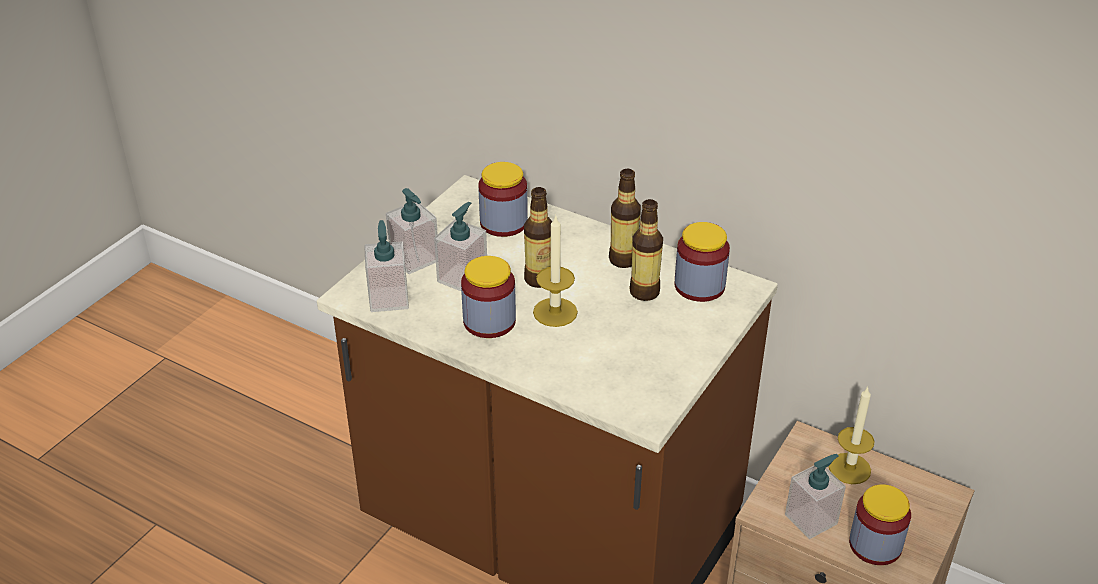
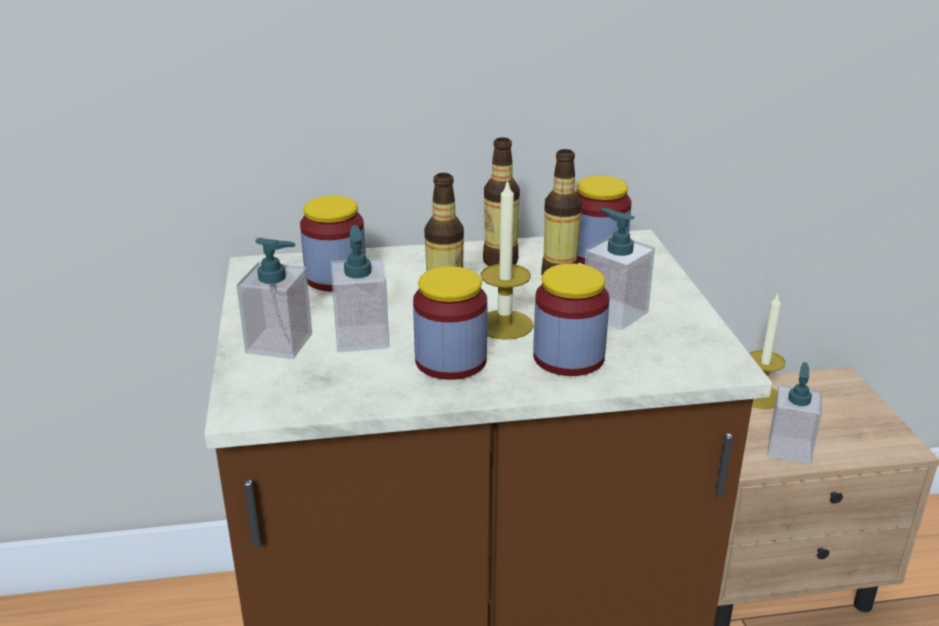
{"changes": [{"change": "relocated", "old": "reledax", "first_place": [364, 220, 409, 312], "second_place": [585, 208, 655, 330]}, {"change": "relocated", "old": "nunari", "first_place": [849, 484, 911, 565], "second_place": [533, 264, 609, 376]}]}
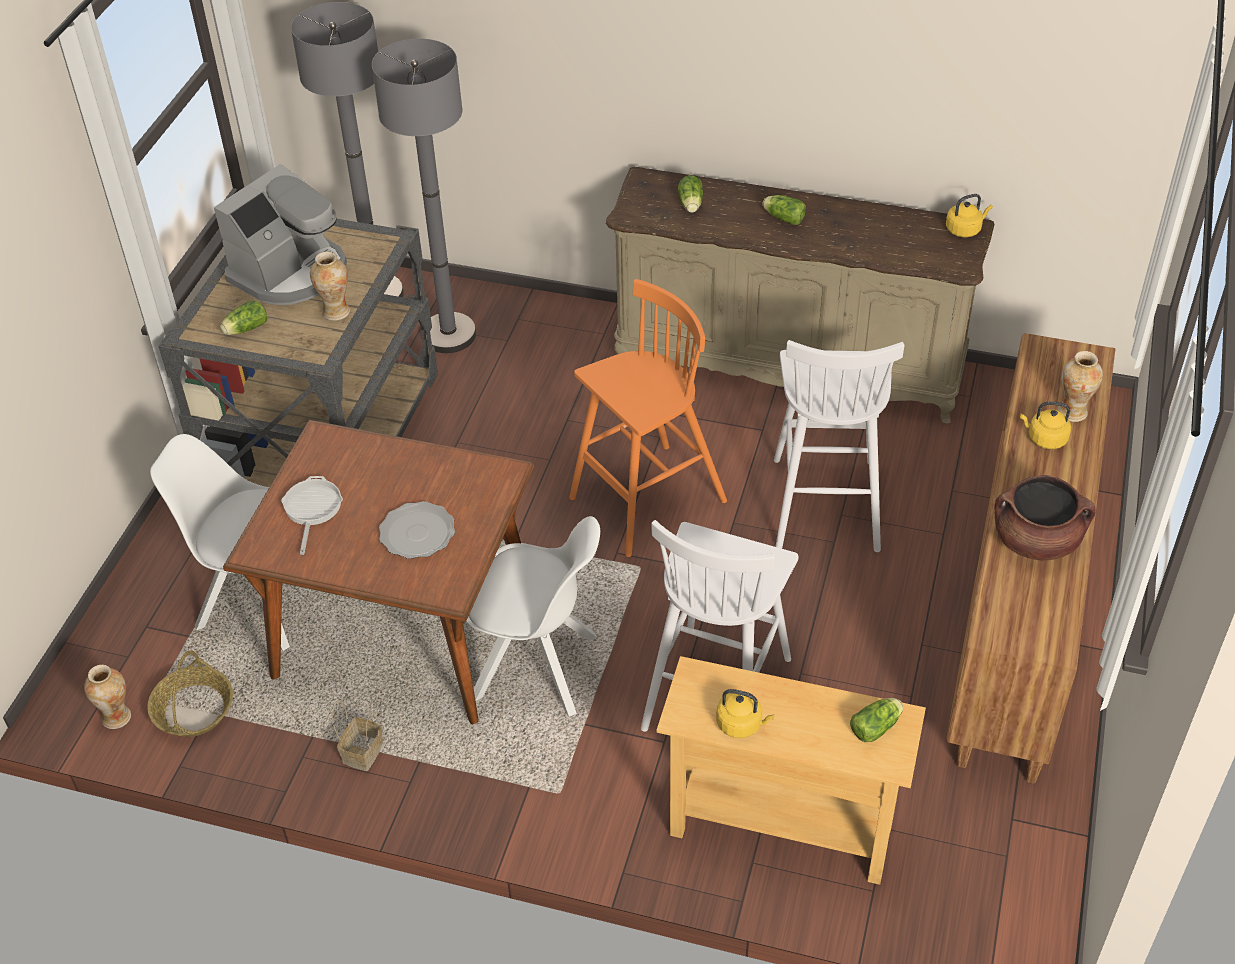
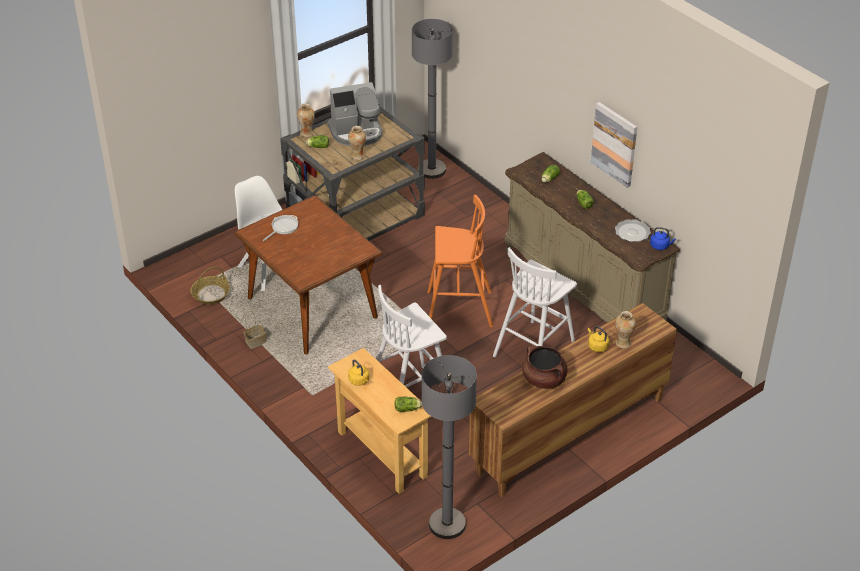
{"changes": [{"change": "relocated", "old": "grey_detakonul", "first_place": [372, 39, 476, 353], "second_place": [422, 355, 477, 539]}, {"change": "colour", "old": "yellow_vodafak", "new": "blue_vodafak", "first_place": [946, 194, 993, 237], "second_place": [650, 227, 676, 250]}, {"change": "relocated", "old": "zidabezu", "first_place": [379, 501, 455, 559], "second_place": [615, 219, 651, 242]}, {"change": "missing", "old": "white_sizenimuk", "first_place": [466, 516, 600, 716]}, {"change": "relocated", "old": "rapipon", "first_place": [84, 665, 131, 729], "second_place": [297, 103, 315, 137]}, {"change": "appeared", "new": "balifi", "second_place": [591, 102, 637, 188]}]}
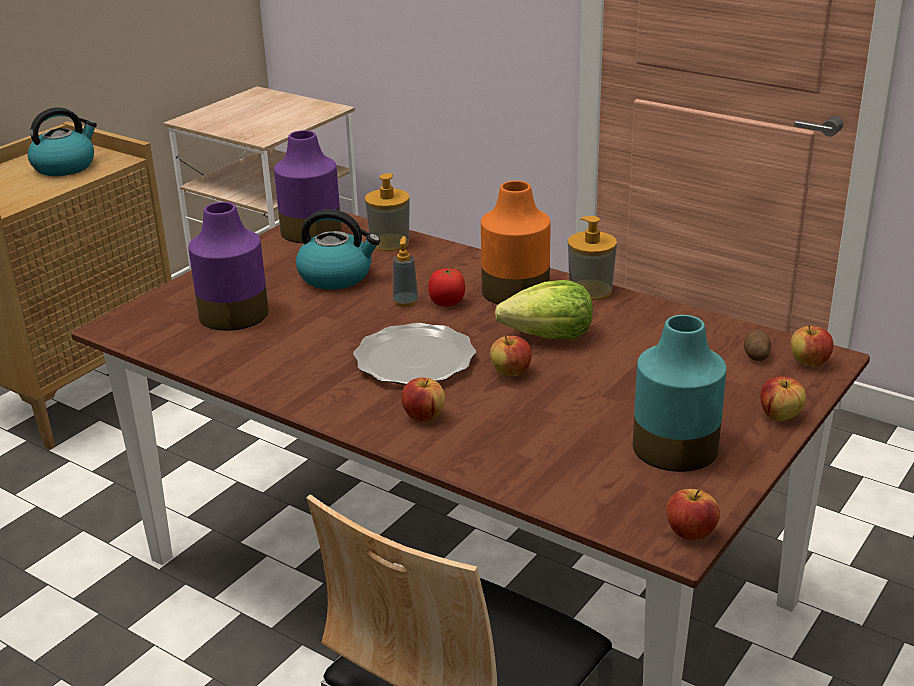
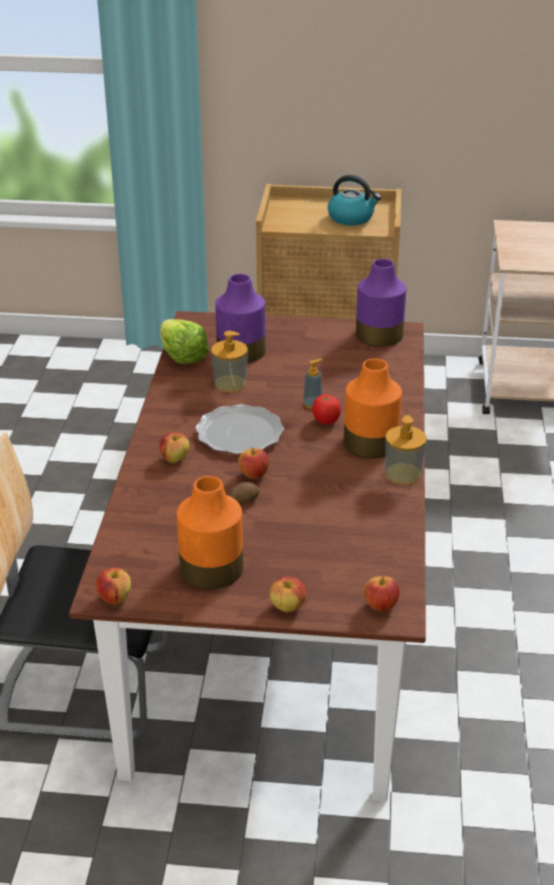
{"changes": [{"change": "relocated", "old": "reledax", "first_place": [365, 173, 410, 251], "second_place": [211, 331, 248, 393]}, {"change": "missing", "old": "vodafak", "first_place": [296, 209, 380, 290]}, {"change": "relocated", "old": "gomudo", "first_place": [495, 280, 593, 340], "second_place": [160, 319, 209, 364]}, {"change": "colour", "old": "turquoise_rapipon", "new": "orange_rapipon", "first_place": [632, 315, 727, 472], "second_place": [177, 476, 243, 589]}, {"change": "relocated", "old": "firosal", "first_place": [744, 330, 771, 361], "second_place": [229, 482, 260, 504]}]}
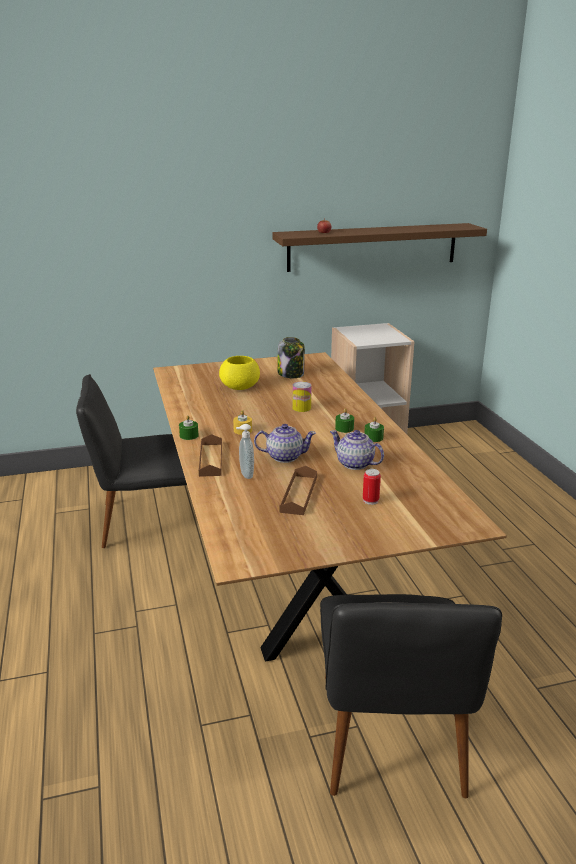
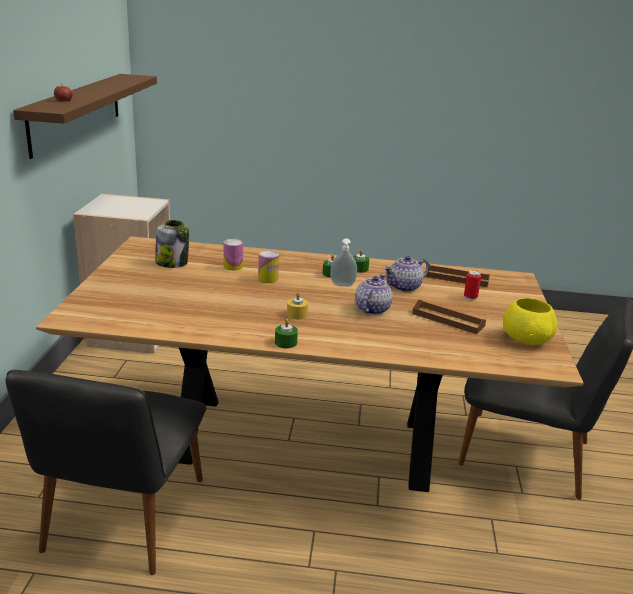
{"changes": [{"change": "relocated", "old": "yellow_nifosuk", "first_place": [219, 356, 260, 390], "second_place": [503, 298, 557, 345]}, {"change": "relocated", "old": "reledax", "first_place": [236, 424, 254, 479], "second_place": [330, 239, 357, 287]}, {"change": "relocated", "old": "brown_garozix", "first_place": [199, 434, 222, 477], "second_place": [426, 264, 490, 287]}, {"change": "appeared", "new": "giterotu", "second_place": [224, 239, 243, 270]}]}
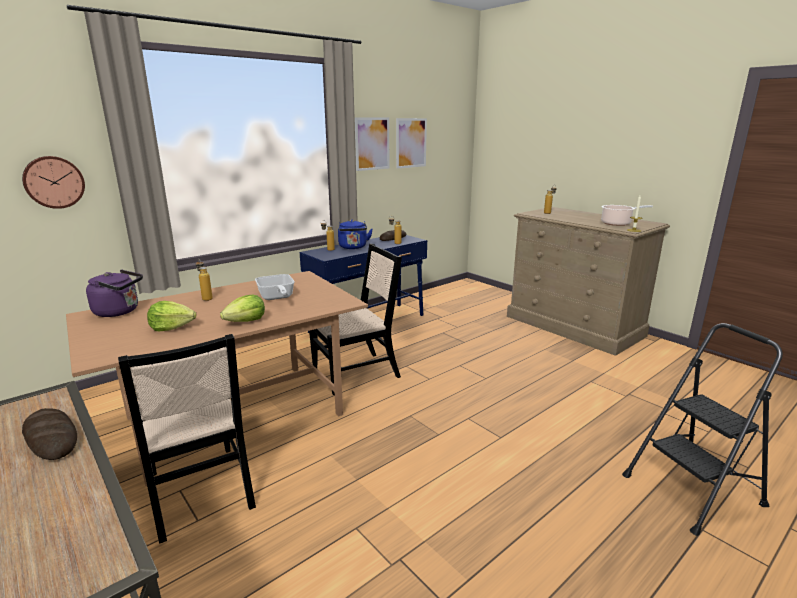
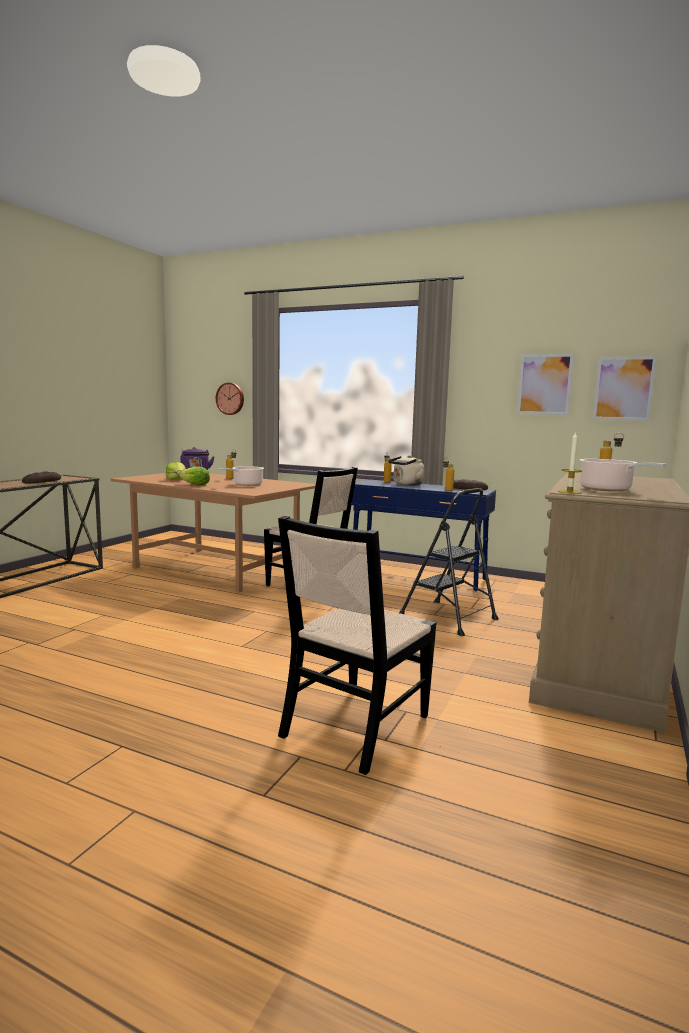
{"changes": [{"change": "relocated", "old": "balifi", "first_place": [355, 117, 389, 171], "second_place": [593, 356, 657, 421]}, {"change": "colour", "old": "blue_vodafak", "new": "beige_vodafak", "first_place": [338, 220, 373, 249], "second_place": [388, 455, 424, 486]}, {"change": "exchanged", "old": "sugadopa", "new": "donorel", "first_place": [255, 274, 295, 300], "second_place": [219, 466, 264, 486]}, {"change": "relocated", "old": "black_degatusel", "first_place": [622, 323, 783, 536], "second_place": [399, 488, 499, 636]}, {"change": "relocated", "old": "sizenimuk", "first_place": [118, 334, 256, 544], "second_place": [278, 516, 436, 775]}]}
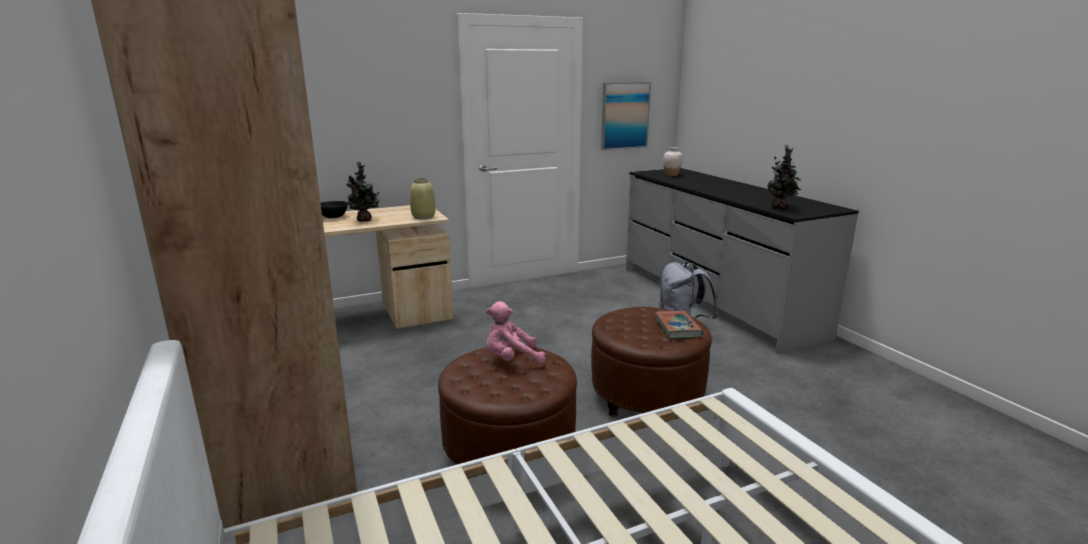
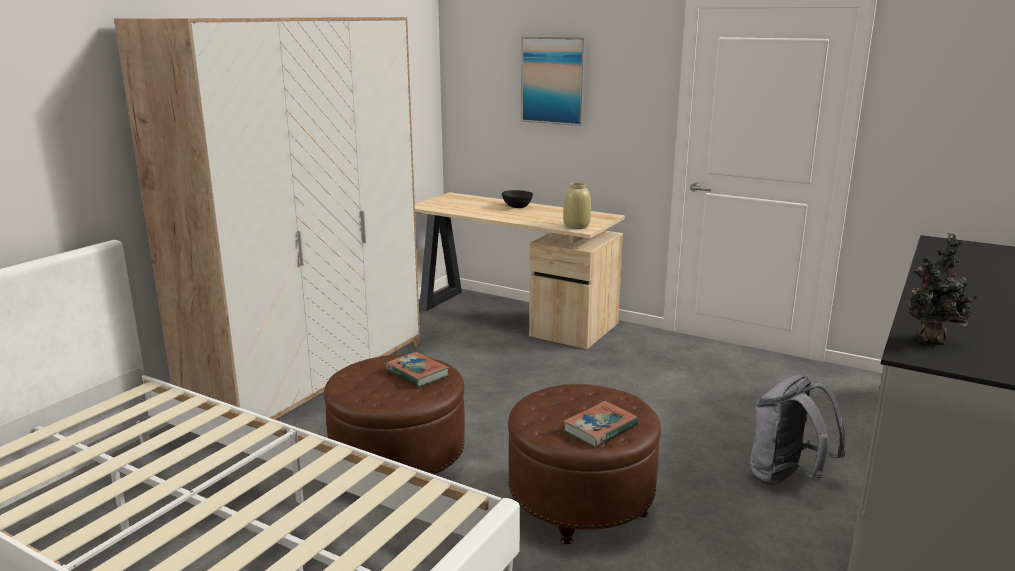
{"changes": [{"change": "relocated", "old": "balifi", "first_place": [601, 82, 651, 150], "second_place": [521, 36, 586, 126]}, {"change": "missing", "old": "white_rapipon", "first_place": [663, 147, 683, 176]}, {"change": "missing", "old": "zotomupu", "first_place": [346, 162, 380, 222]}, {"change": "exchanged", "old": "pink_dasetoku", "new": "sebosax", "first_place": [486, 301, 545, 364], "second_place": [386, 352, 449, 387]}]}
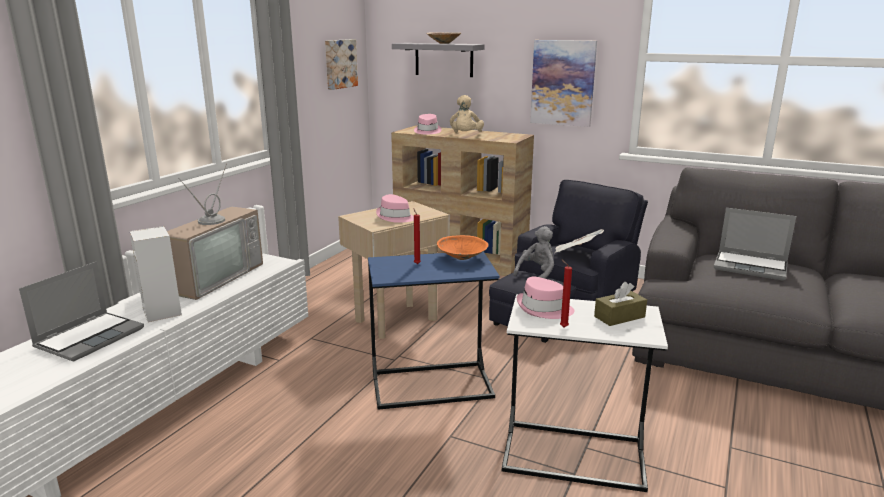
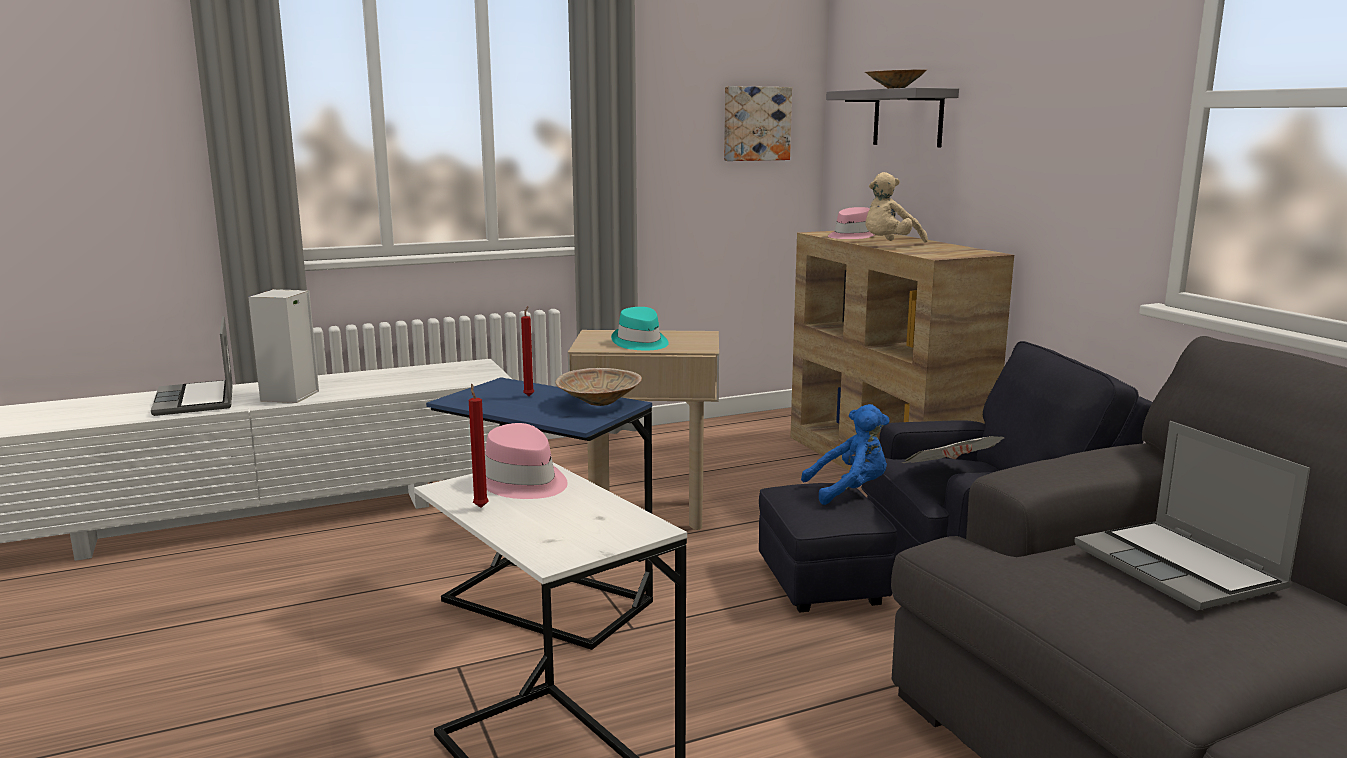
{"changes": [{"change": "missing", "old": "balifi", "first_place": [530, 40, 597, 127]}, {"change": "missing", "old": "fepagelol", "first_place": [167, 164, 263, 300]}, {"change": "colour", "old": "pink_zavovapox", "new": "turquoise_zavovapox", "first_place": [376, 194, 414, 223], "second_place": [611, 307, 669, 350]}, {"change": "colour", "old": "grey_dasetoku", "new": "blue_dasetoku", "first_place": [513, 226, 554, 279], "second_place": [801, 404, 890, 505]}, {"change": "colour", "old": "orange_nifosuk", "new": "beige_nifosuk", "first_place": [437, 235, 489, 260], "second_place": [555, 368, 642, 406]}, {"change": "spun", "old": "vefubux", "first_place": [19, 261, 144, 361], "second_place": [151, 316, 233, 416], "degrees": 90}, {"change": "missing", "old": "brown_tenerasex", "first_place": [594, 282, 647, 326]}]}
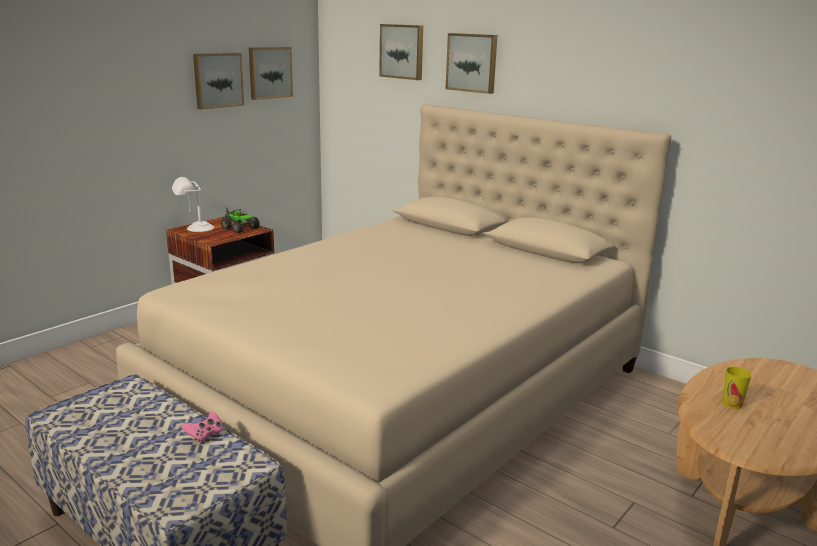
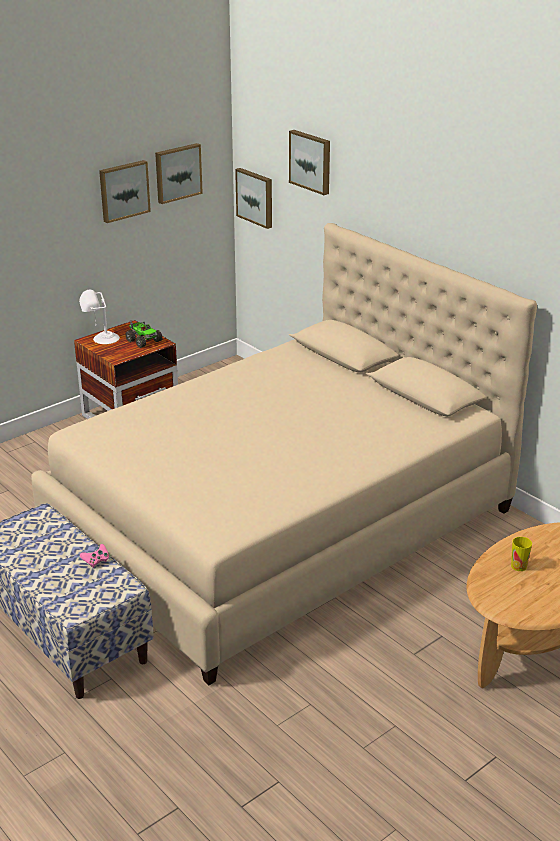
{"changes": [{"change": "relocated", "old": "balifi", "first_place": [445, 33, 497, 94], "second_place": [235, 168, 272, 229]}]}
